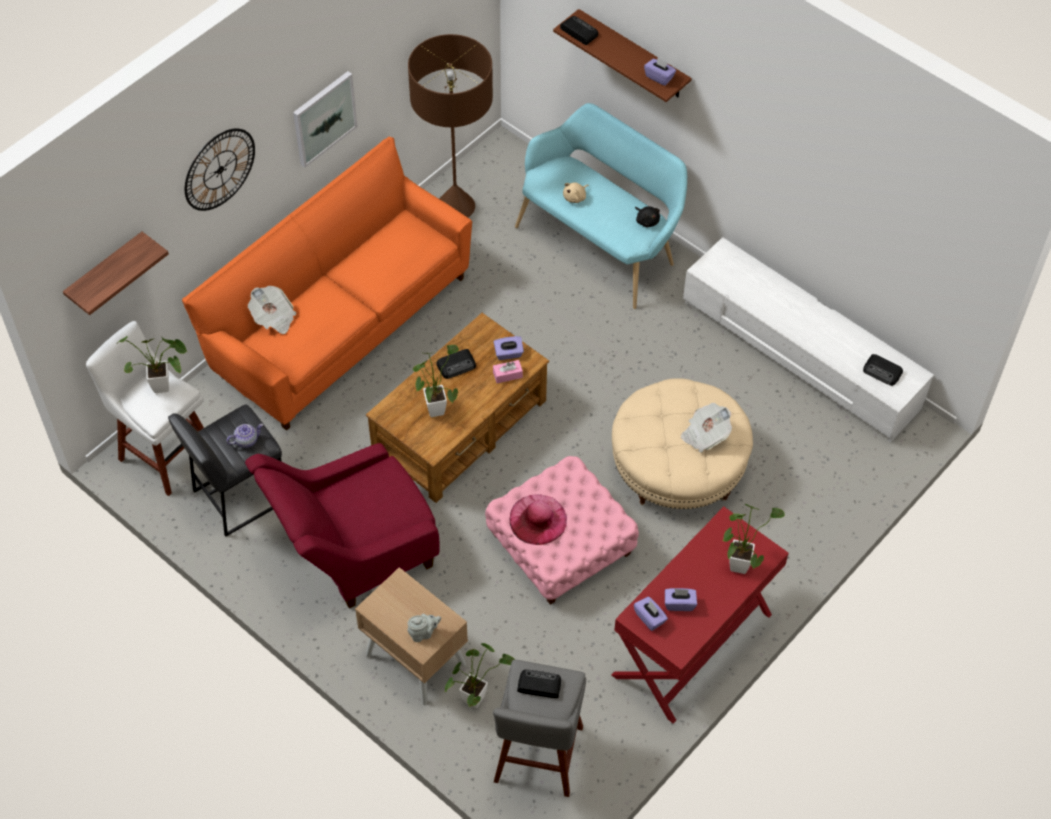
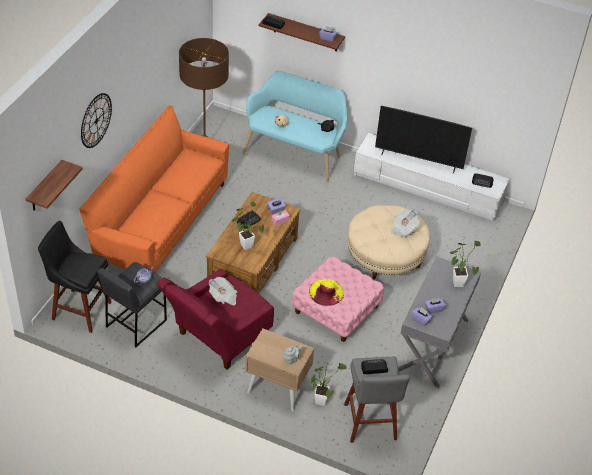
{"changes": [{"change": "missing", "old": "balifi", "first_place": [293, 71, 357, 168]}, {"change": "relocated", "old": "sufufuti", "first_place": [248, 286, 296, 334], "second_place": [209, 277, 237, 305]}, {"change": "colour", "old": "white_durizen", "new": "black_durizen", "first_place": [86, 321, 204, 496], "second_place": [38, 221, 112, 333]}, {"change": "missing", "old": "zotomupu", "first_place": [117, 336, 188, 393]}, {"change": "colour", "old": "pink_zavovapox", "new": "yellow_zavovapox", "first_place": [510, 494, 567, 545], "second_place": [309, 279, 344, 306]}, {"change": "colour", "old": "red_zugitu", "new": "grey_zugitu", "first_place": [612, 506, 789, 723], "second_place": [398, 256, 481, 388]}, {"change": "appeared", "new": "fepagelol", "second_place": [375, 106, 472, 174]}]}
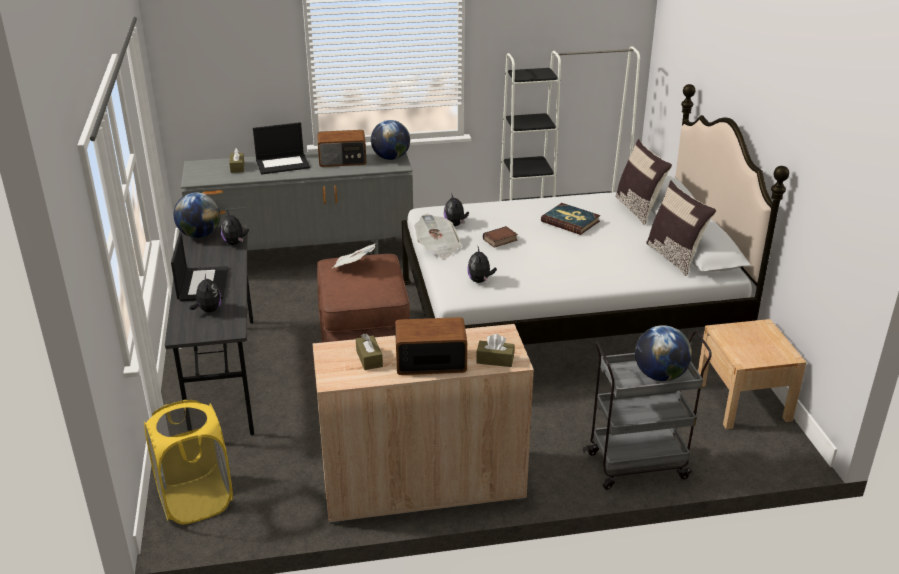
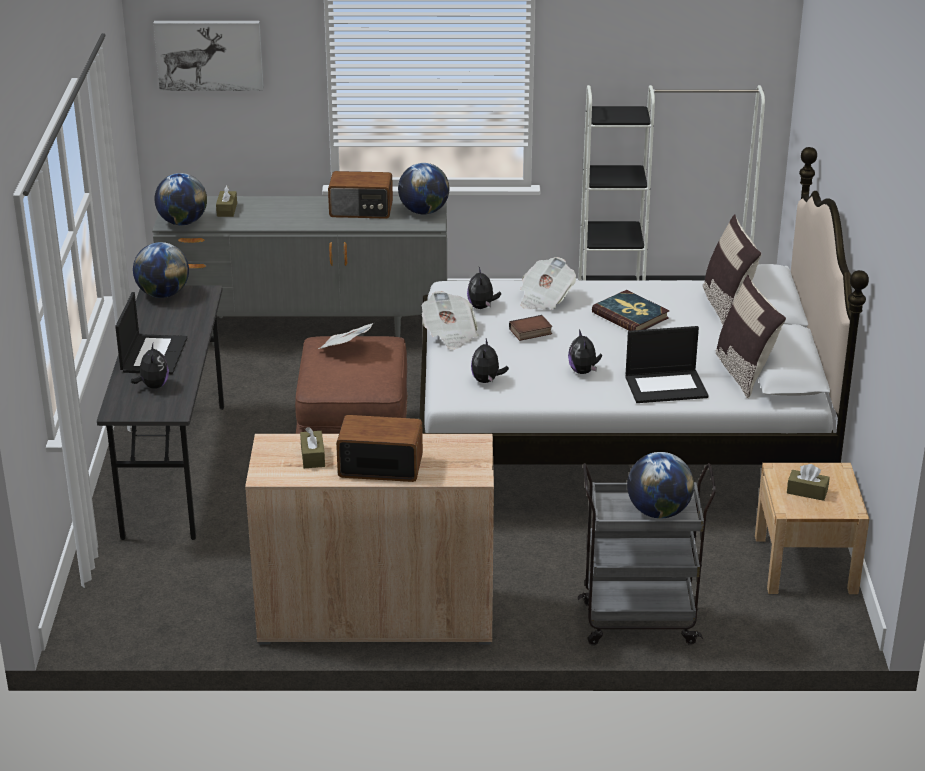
{"changes": [{"change": "relocated", "old": "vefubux", "first_place": [253, 122, 310, 175], "second_place": [625, 326, 708, 403]}, {"change": "relocated", "old": "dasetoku", "first_place": [221, 211, 249, 245], "second_place": [568, 330, 602, 374]}, {"change": "relocated", "old": "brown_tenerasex", "first_place": [476, 334, 514, 367], "second_place": [787, 464, 830, 501]}, {"change": "missing", "old": "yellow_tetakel", "first_place": [144, 400, 233, 524]}, {"change": "appeared", "new": "balifi", "second_place": [153, 21, 264, 91]}, {"change": "appeared", "new": "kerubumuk", "second_place": [154, 173, 207, 225]}, {"change": "appeared", "new": "sufufuti", "second_place": [520, 257, 576, 309]}]}
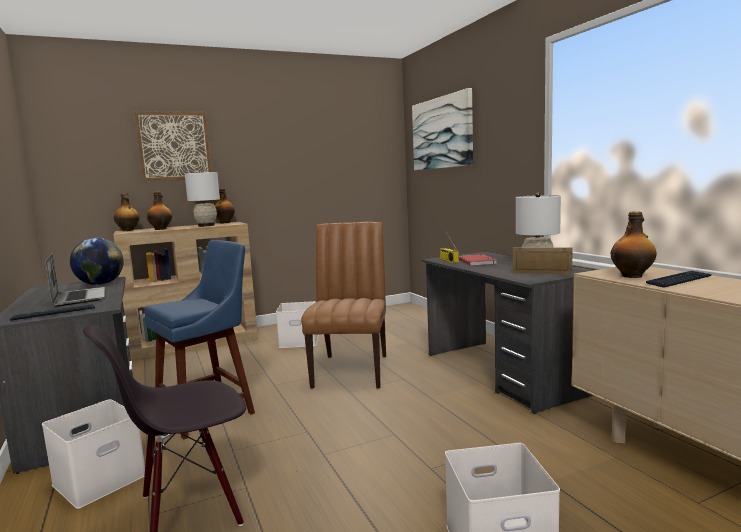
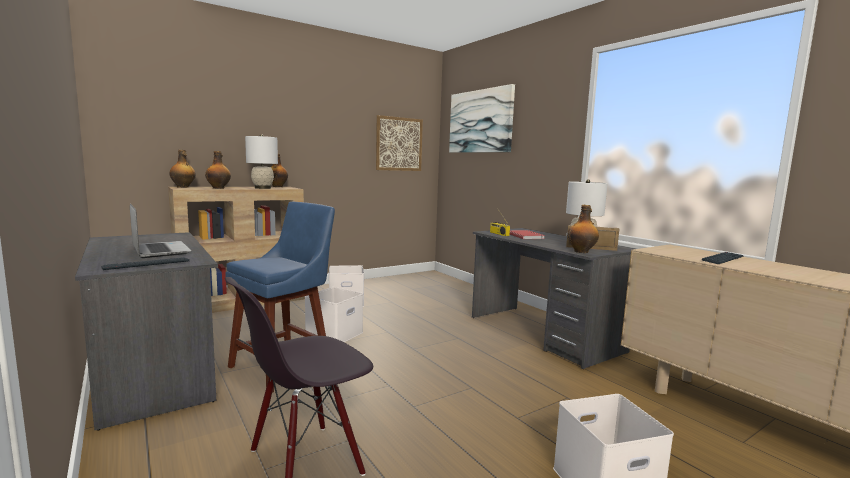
{"changes": [{"change": "relocated", "old": "balifi", "first_place": [134, 110, 212, 182], "second_place": [376, 115, 423, 171]}, {"change": "relocated", "old": "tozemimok", "first_place": [611, 211, 657, 278], "second_place": [567, 205, 599, 253]}, {"change": "missing", "old": "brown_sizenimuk", "first_place": [301, 222, 386, 388]}, {"change": "missing", "old": "kerubumuk", "first_place": [70, 238, 124, 285]}, {"change": "relocated", "old": "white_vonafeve", "first_place": [42, 399, 145, 509], "second_place": [305, 287, 363, 342]}]}
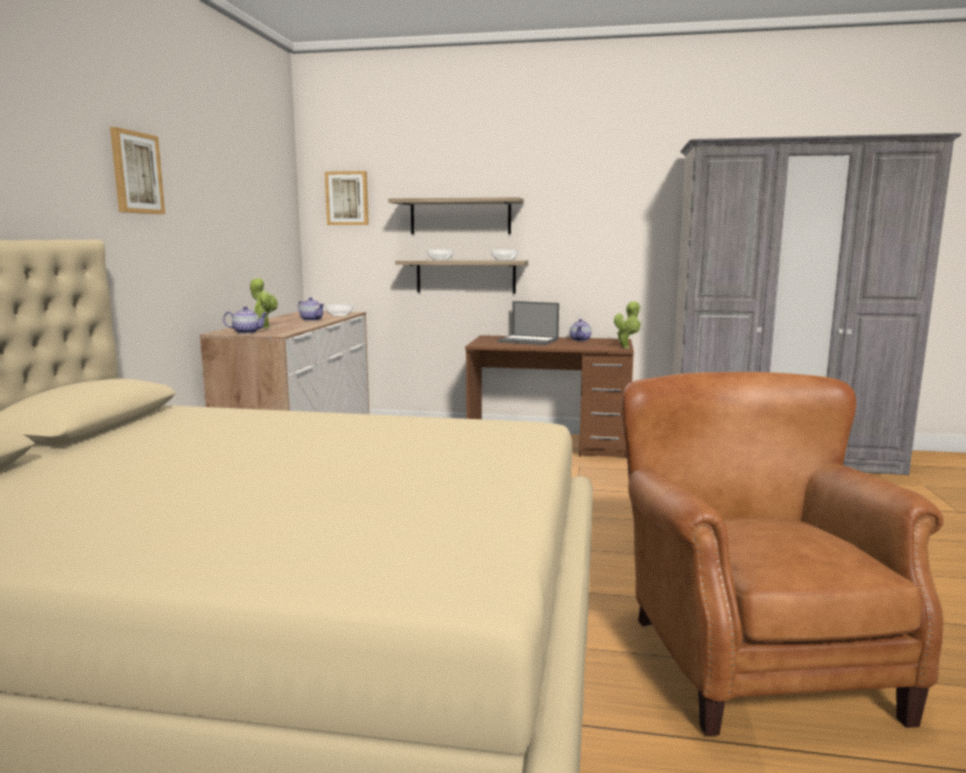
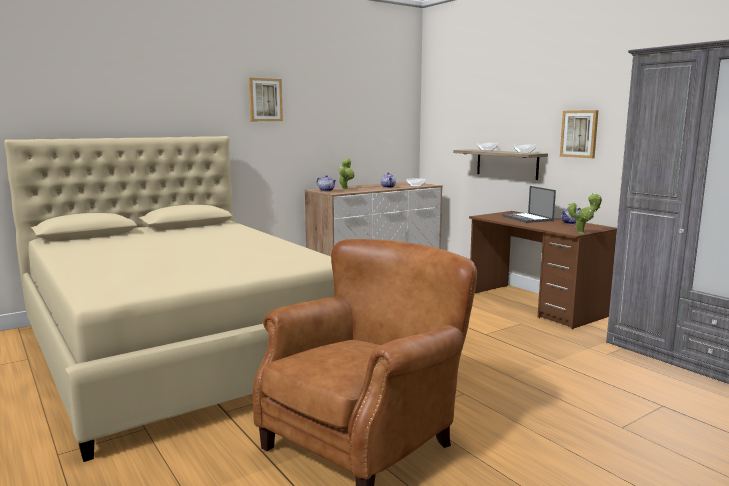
{"changes": [{"change": "relocated", "old": "balifi", "first_place": [325, 171, 369, 225], "second_place": [560, 110, 598, 158]}, {"change": "missing", "old": "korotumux", "first_place": [388, 197, 524, 234]}]}
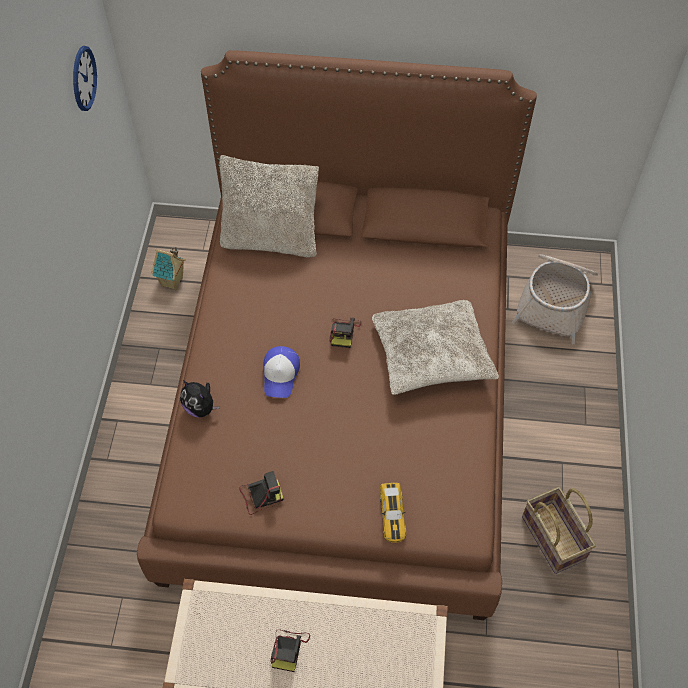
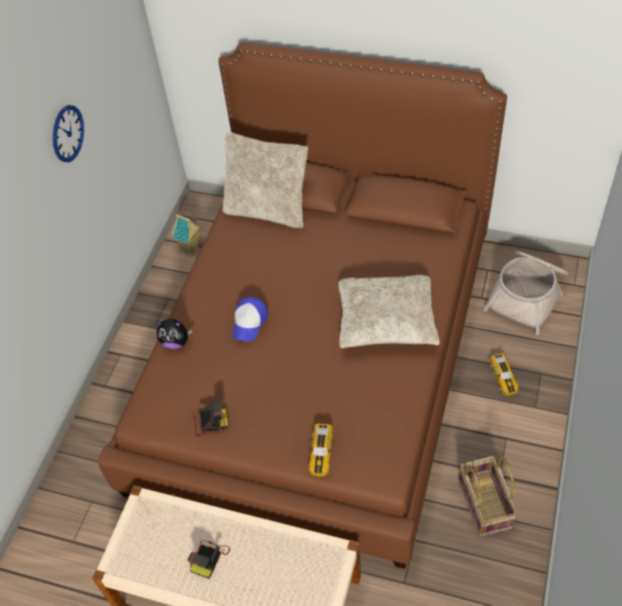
{"changes": [{"change": "relocated", "old": "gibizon", "first_place": [73, 46, 97, 111], "second_place": [53, 105, 84, 162]}, {"change": "missing", "old": "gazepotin", "first_place": [329, 317, 361, 348]}, {"change": "spun", "old": "dasetoku", "first_place": [180, 380, 219, 417], "second_place": [156, 319, 192, 349], "degrees": -45}, {"change": "appeared", "new": "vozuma", "second_place": [490, 354, 519, 396]}]}
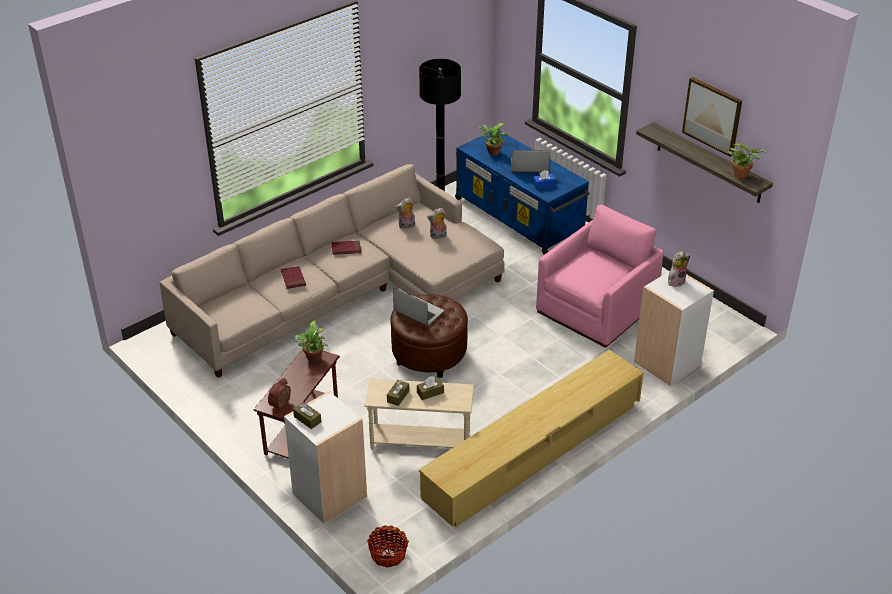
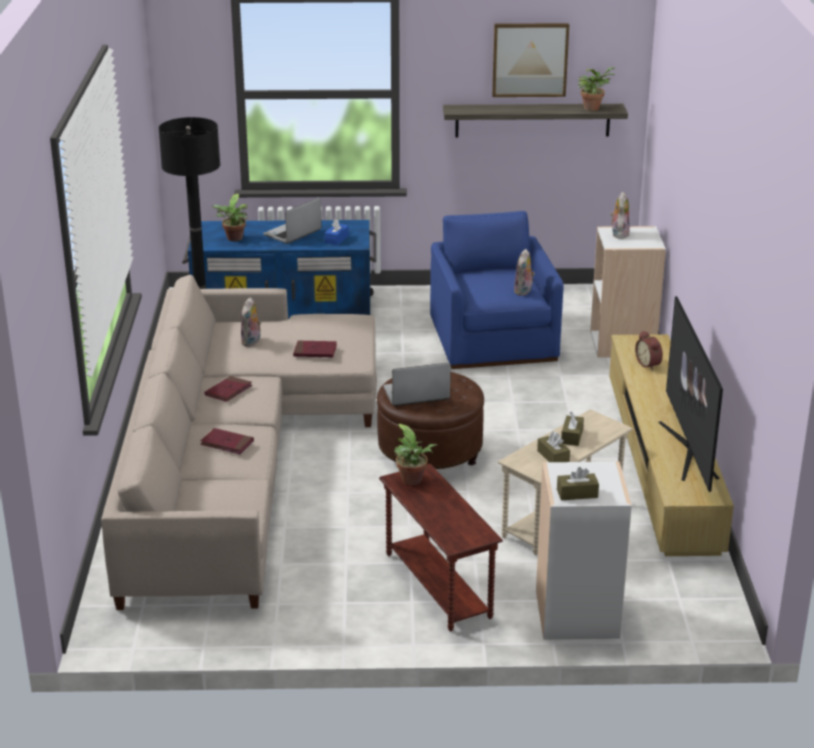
{"changes": [{"change": "colour", "old": "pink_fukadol", "new": "blue_fukadol", "first_place": [536, 205, 664, 348], "second_place": [430, 211, 564, 369]}, {"change": "relocated", "old": "dasetoku", "first_place": [427, 208, 447, 239], "second_place": [514, 249, 535, 296]}, {"change": "relocated", "old": "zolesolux", "first_place": [268, 378, 291, 410], "second_place": [635, 331, 663, 370]}, {"change": "missing", "old": "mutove", "first_place": [367, 525, 409, 568]}, {"change": "appeared", "new": "fepagelol", "second_place": [658, 296, 723, 492]}, {"change": "appeared", "new": "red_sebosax", "second_place": [293, 341, 337, 358]}]}
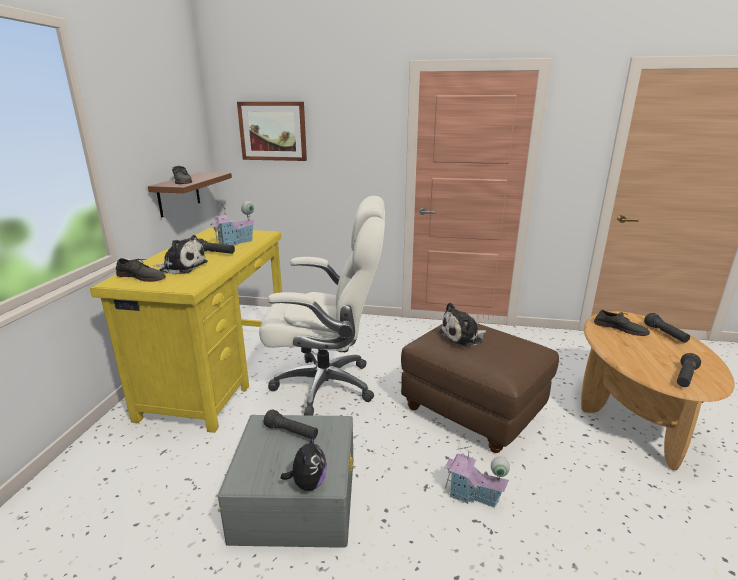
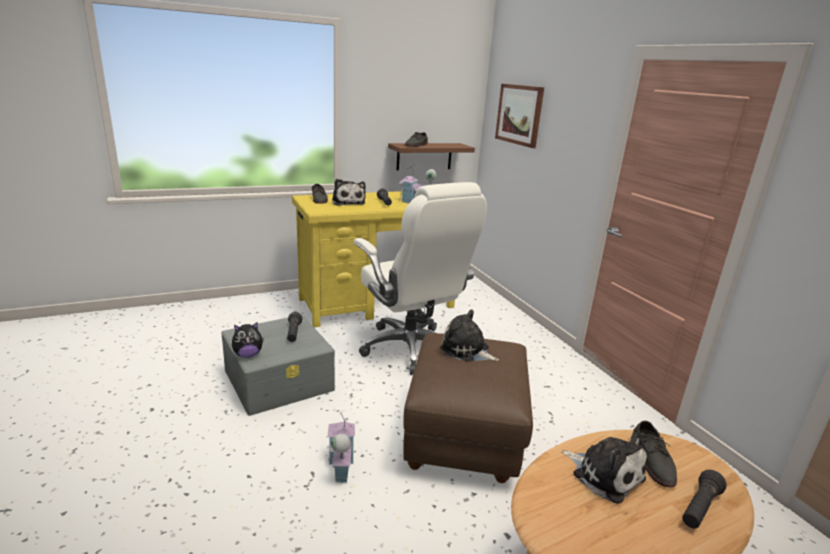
{"changes": [{"change": "missing", "old": "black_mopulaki", "first_place": [677, 353, 701, 387]}, {"change": "appeared", "new": "dasetoku", "second_place": [562, 432, 647, 504]}]}
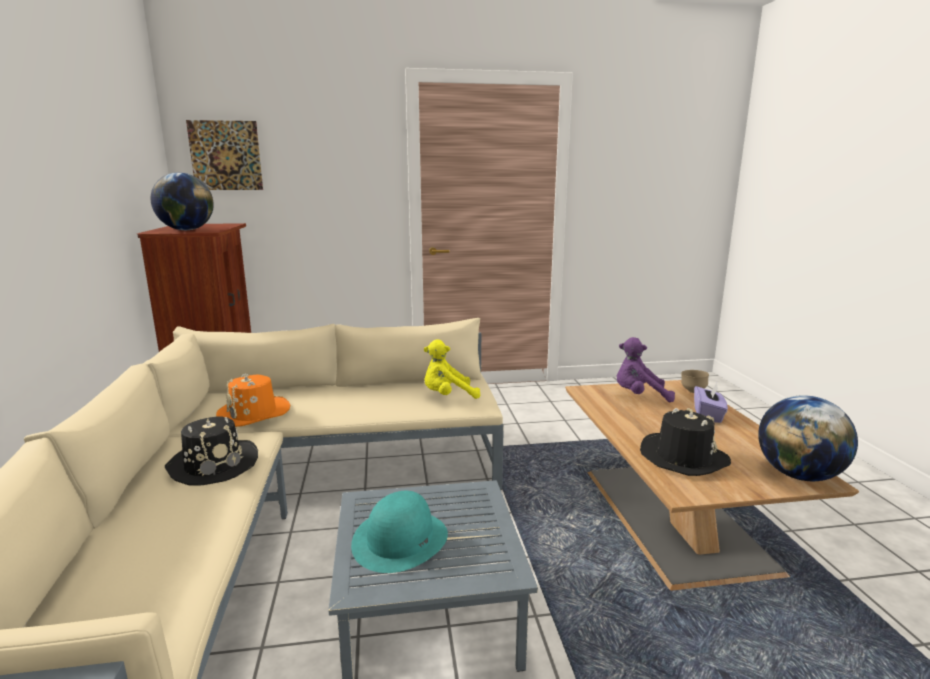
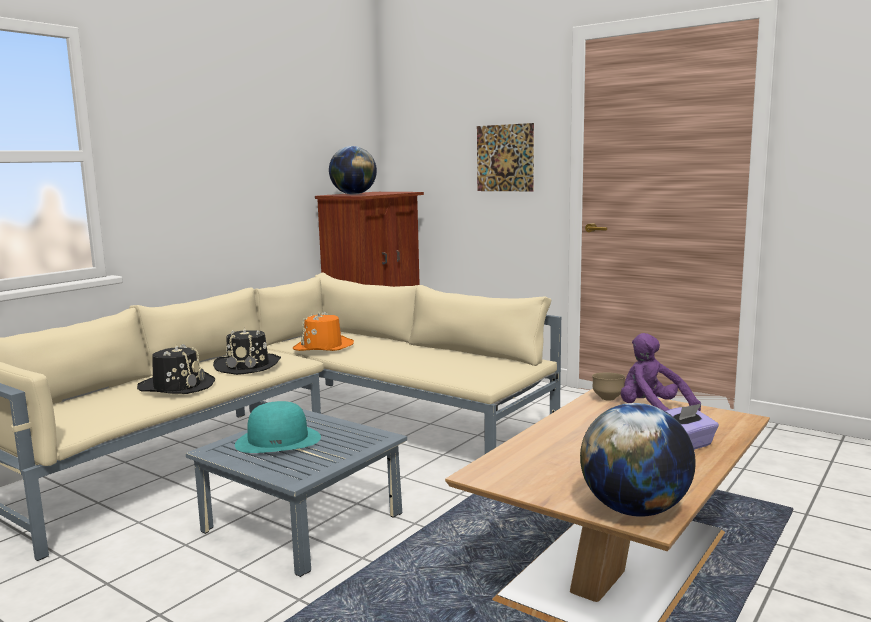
{"changes": [{"change": "relocated", "old": "balifi", "first_place": [186, 120, 263, 190], "second_place": [477, 123, 534, 191]}, {"change": "missing", "old": "yellow_dasetoku", "first_place": [424, 339, 480, 399]}, {"change": "relocated", "old": "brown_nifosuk", "first_place": [681, 370, 709, 393], "second_place": [592, 373, 625, 401]}, {"change": "relocated", "old": "black_zavovapox", "first_place": [640, 408, 731, 476], "second_place": [137, 344, 215, 394]}]}
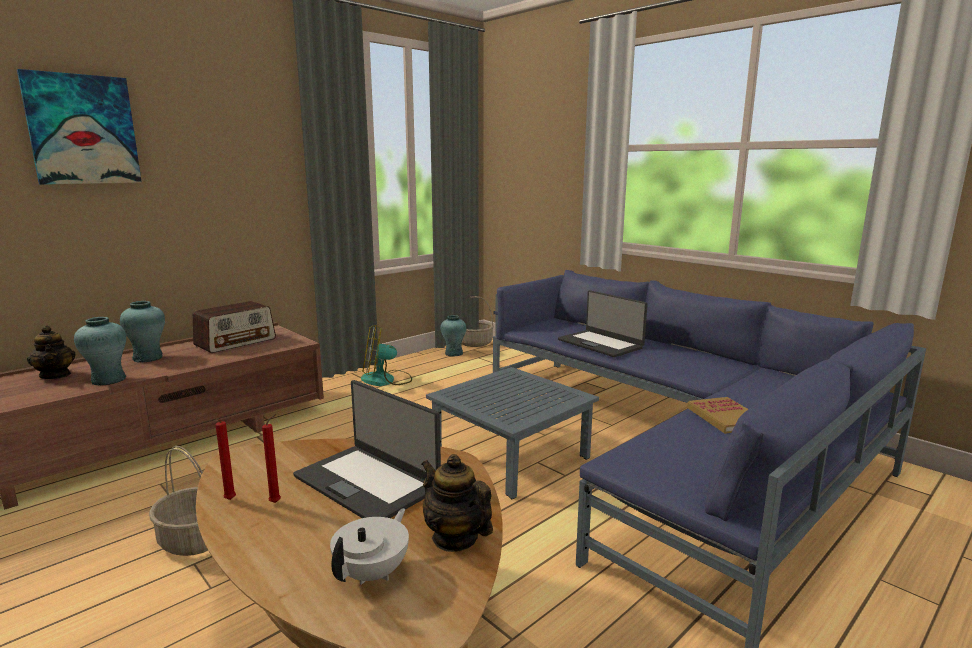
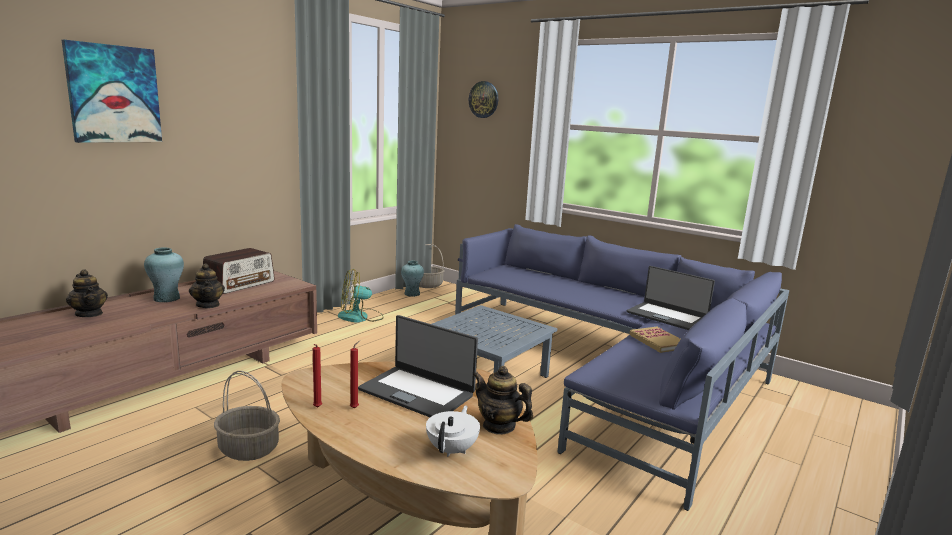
{"changes": [{"change": "relocated", "old": "vefubux", "first_place": [558, 290, 648, 357], "second_place": [627, 266, 715, 330]}, {"change": "missing", "old": "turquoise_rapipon", "first_place": [74, 317, 126, 385]}, {"change": "appeared", "new": "gibizon", "second_place": [469, 81, 498, 118]}, {"change": "appeared", "new": "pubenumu", "second_place": [189, 263, 225, 308]}]}
